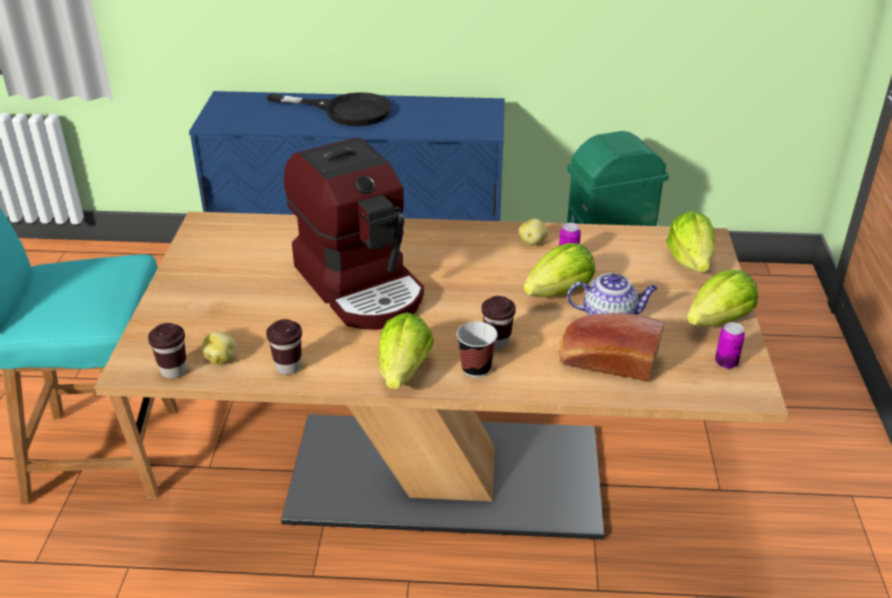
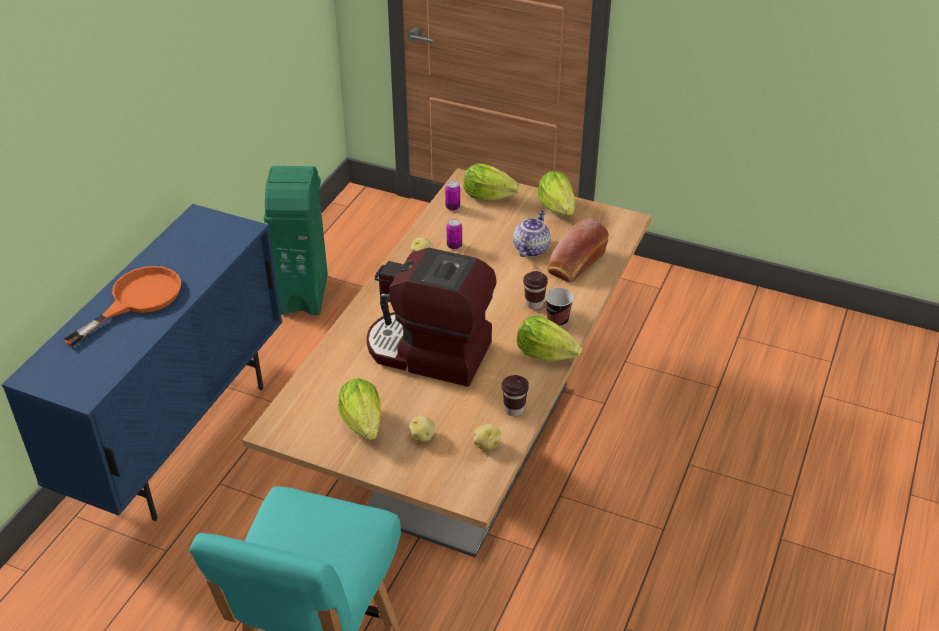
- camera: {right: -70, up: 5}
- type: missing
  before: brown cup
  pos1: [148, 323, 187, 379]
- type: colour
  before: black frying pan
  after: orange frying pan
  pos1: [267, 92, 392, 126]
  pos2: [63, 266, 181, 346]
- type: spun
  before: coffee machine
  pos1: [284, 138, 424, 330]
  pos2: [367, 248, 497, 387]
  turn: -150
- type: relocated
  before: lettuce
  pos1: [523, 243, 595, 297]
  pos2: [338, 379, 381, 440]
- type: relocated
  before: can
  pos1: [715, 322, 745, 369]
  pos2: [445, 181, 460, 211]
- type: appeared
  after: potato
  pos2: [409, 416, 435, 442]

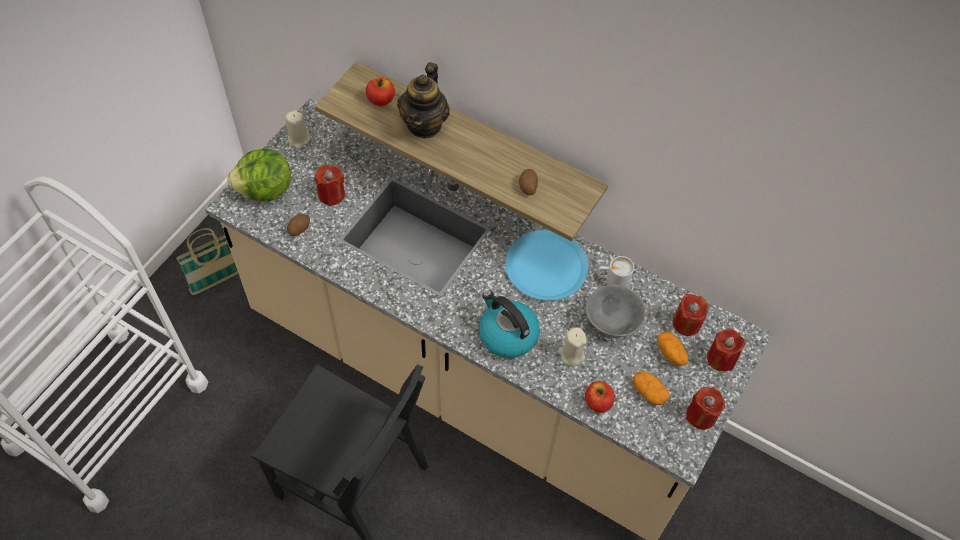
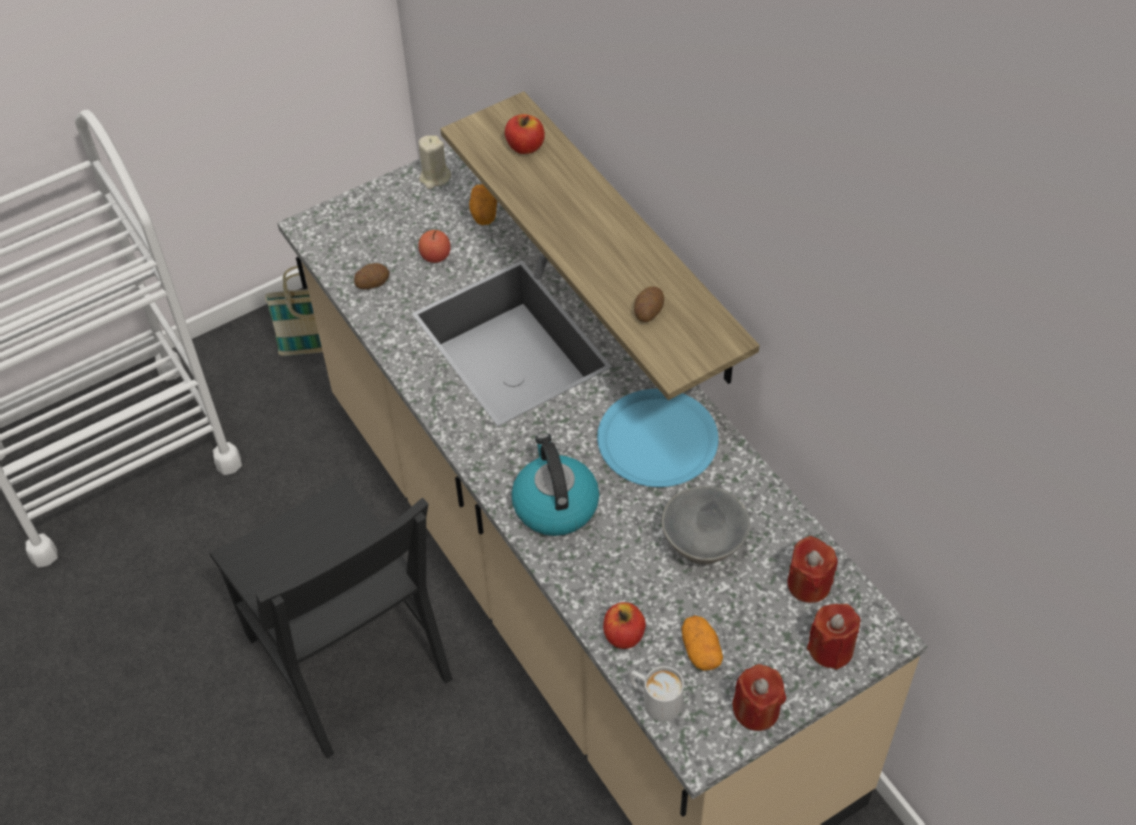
- camera: {right: 30, up: -5}
- type: missing
  before: lettuce
  pos1: [227, 149, 291, 202]
- type: exchanged
  before: red candle
  after: apple
  pos1: [315, 165, 345, 206]
  pos2: [418, 230, 451, 263]
- type: missing
  before: teapot
  pos1: [397, 62, 450, 138]
- type: missing
  before: beige candle
  pos1: [558, 327, 587, 366]
- type: relocated
  before: white mug
  pos1: [597, 256, 634, 287]
  pos2: [629, 666, 684, 722]
- type: relocated
  before: potato
  pos1: [657, 332, 688, 366]
  pos2: [469, 184, 497, 225]

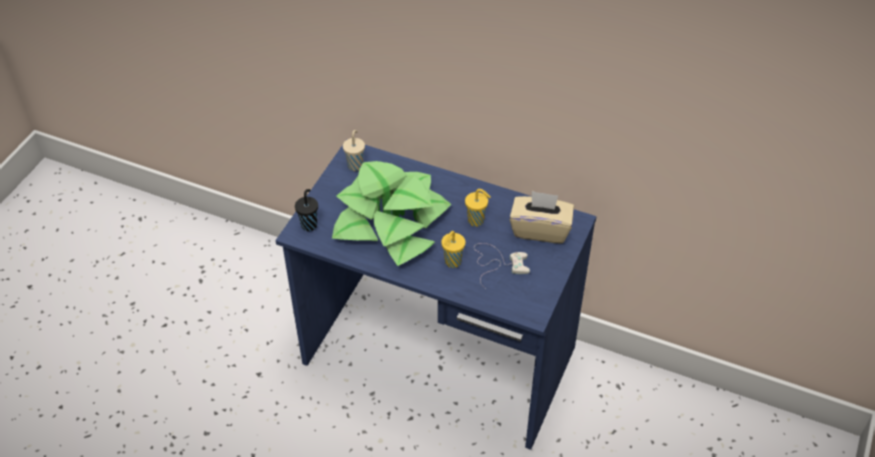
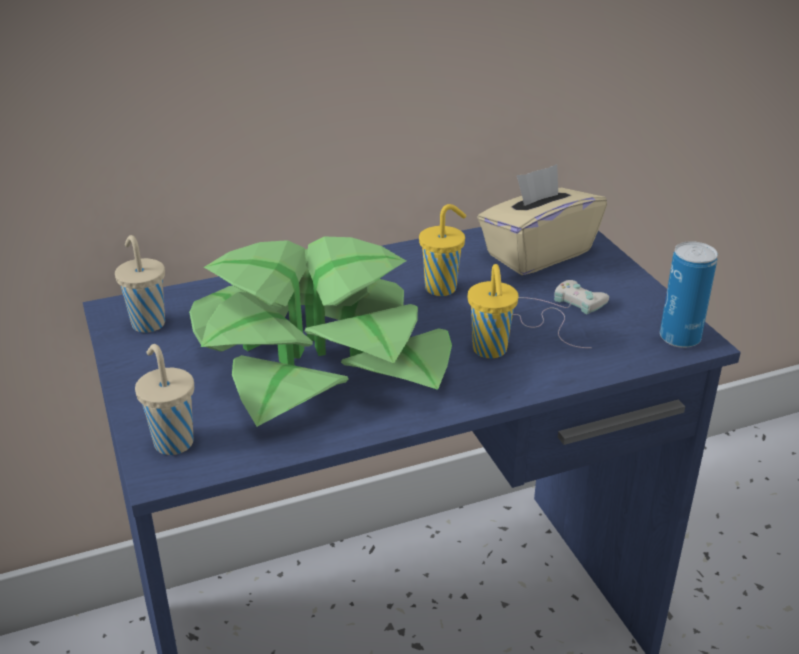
- camera: {right: -45, up: -15}
- type: colour
  before: black cup
  after: beige cup
  pos1: [295, 189, 318, 231]
  pos2: [135, 344, 194, 455]
- type: appeared
  after: can
  pos2: [660, 241, 718, 348]

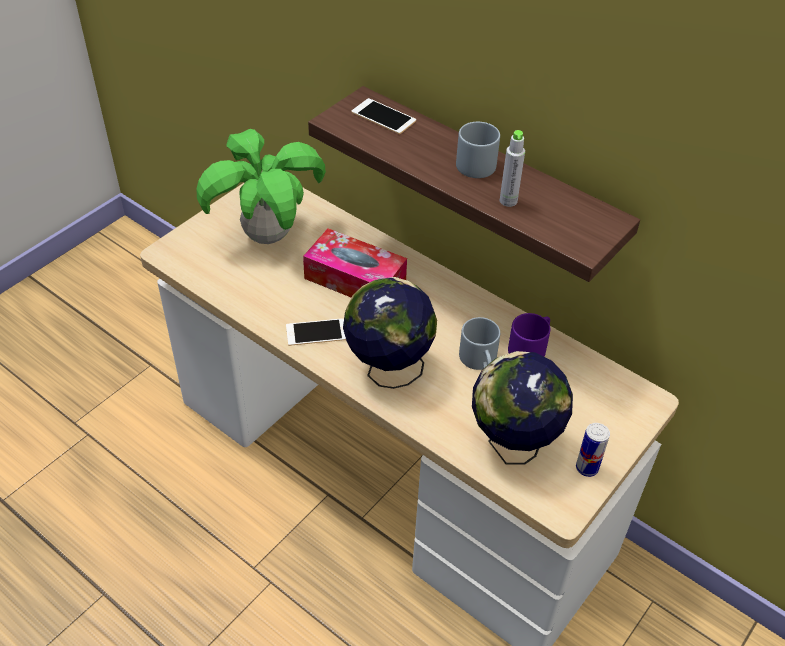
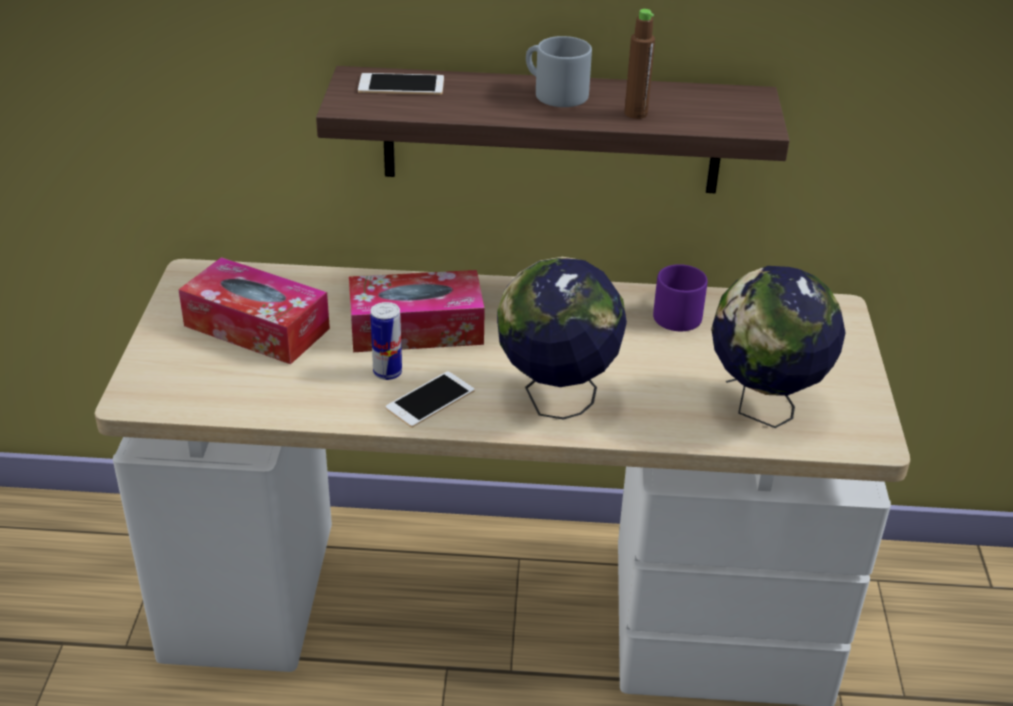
- camera: {right: -35, up: -10}
- type: exchanged
  before: potted plant
  after: tissue box
  pos1: [196, 129, 326, 244]
  pos2: [178, 257, 330, 365]
- type: missing
  before: grey mug
  pos1: [459, 317, 500, 370]
- type: colour
  before: grey bottle
  after: brown bottle
  pos1: [500, 130, 525, 207]
  pos2: [624, 9, 655, 119]
- type: relocated
  before: can
  pos1: [576, 423, 610, 477]
  pos2: [370, 302, 402, 380]

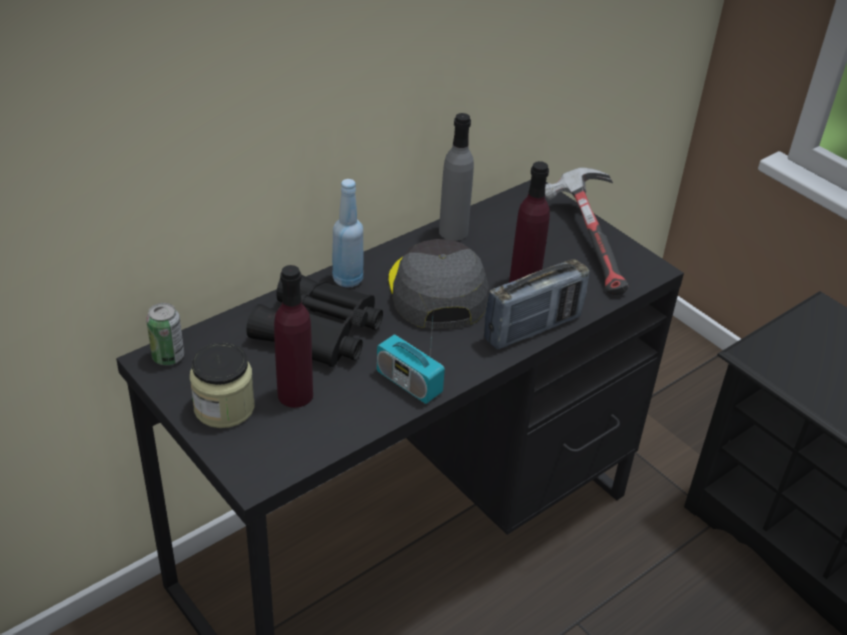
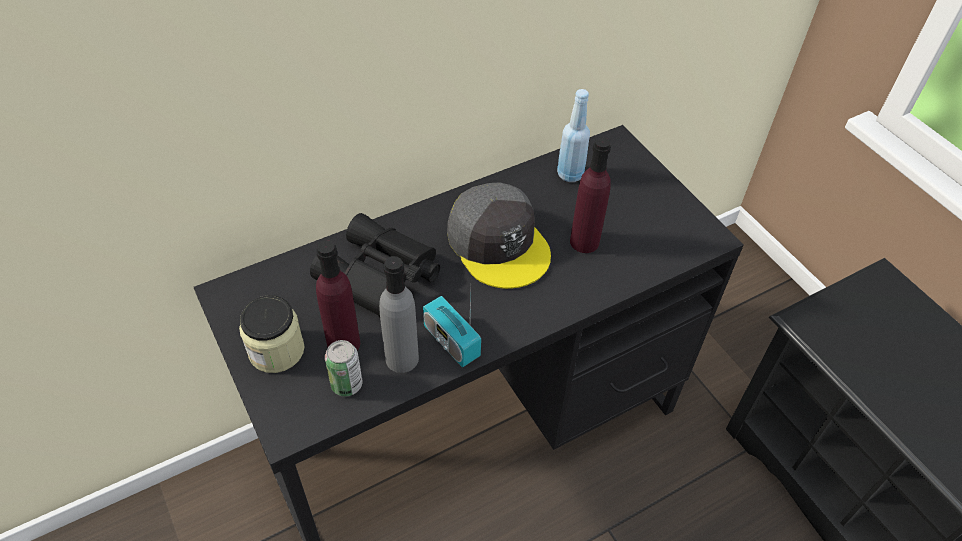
- camera: {right: 10, up: 10}
- type: relocated
  before: can
  pos1: [146, 303, 184, 365]
  pos2: [325, 340, 362, 397]
- type: relocated
  before: blue bottle
  pos1: [332, 179, 364, 288]
  pos2: [557, 89, 590, 182]
- type: spun
  before: grey cap
  pos1: [388, 239, 489, 329]
  pos2: [447, 182, 551, 289]
  turn: 150
- type: relocated
  before: grey bottle
  pos1: [439, 113, 474, 241]
  pos2: [379, 256, 419, 373]
- type: missing
  before: radio
  pos1: [484, 259, 590, 350]
- type: missing
  before: hammer
  pos1: [545, 168, 628, 295]

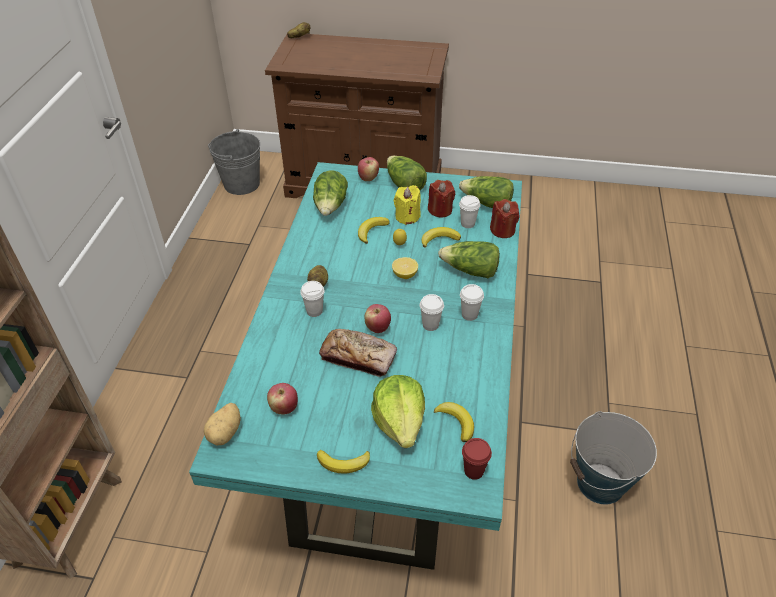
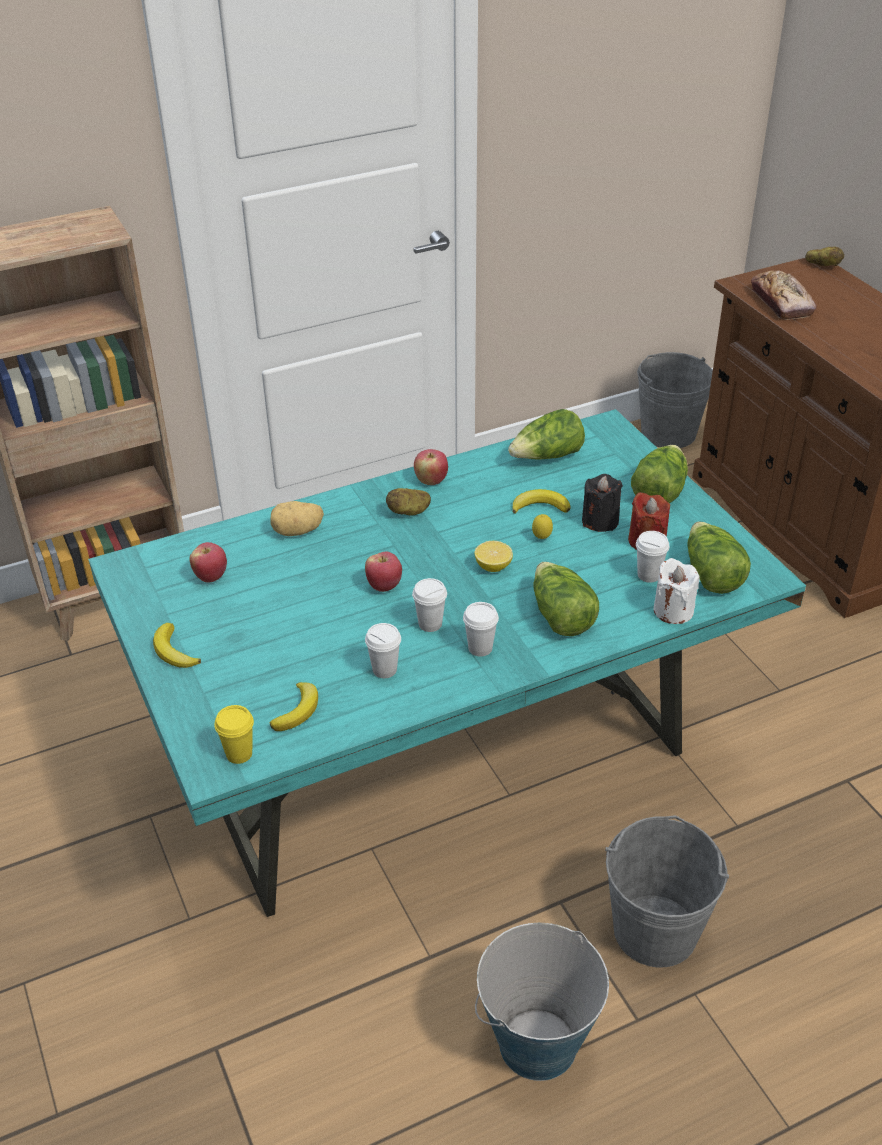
- camera: {right: 55, up: -5}
- type: relocated
  before: potato
  pos1: [204, 403, 241, 445]
  pos2: [271, 501, 324, 536]
- type: relocated
  before: white cup
  pos1: [300, 281, 325, 317]
  pos2: [365, 623, 401, 678]
- type: relocated
  before: bread
  pos1: [319, 329, 397, 377]
  pos2: [751, 270, 817, 320]
- type: relocated
  before: apple
  pos1: [358, 157, 379, 181]
  pos2: [414, 449, 448, 485]
- type: missing
  before: lettuce
  pos1: [371, 375, 425, 448]
- type: colour
  before: yellow candle
  after: black candle
  pos1: [394, 185, 421, 225]
  pos2: [582, 474, 623, 532]
- type: missing
  before: banana
  pos1: [422, 227, 461, 248]
- type: colour
  before: red cup
  after: yellow cup
  pos1: [462, 438, 492, 480]
  pos2: [214, 705, 254, 764]
- type: colour
  before: red candle
  after: white candle
  pos1: [490, 199, 519, 238]
  pos2: [654, 558, 700, 624]
- type: appeared
  after: grey bucket
  pos2: [605, 816, 729, 967]

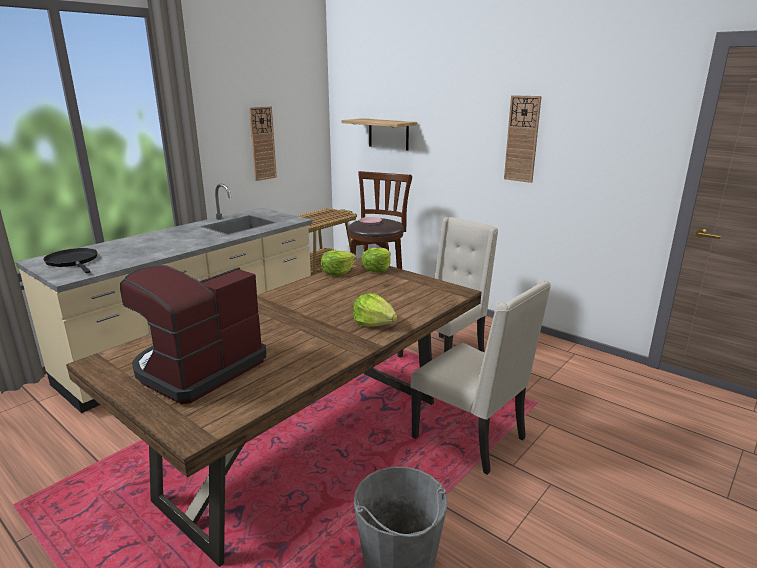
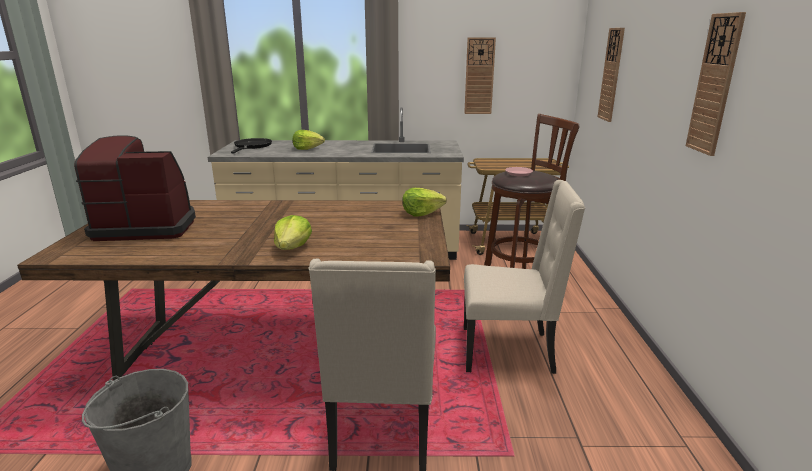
- camera: {right: 50, up: 0}
- type: relocated
  before: lettuce
  pos1: [321, 250, 357, 276]
  pos2: [293, 130, 325, 150]
- type: exchanged
  before: shelf
  after: wall clock
  pos1: [341, 118, 417, 151]
  pos2: [598, 28, 625, 122]

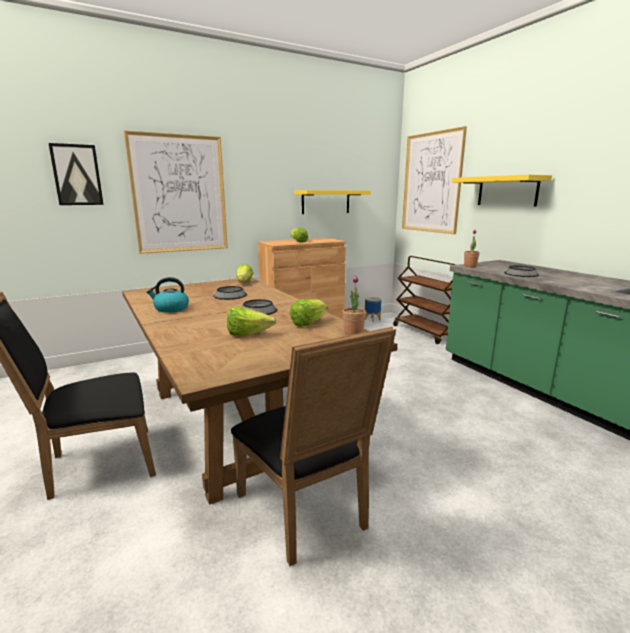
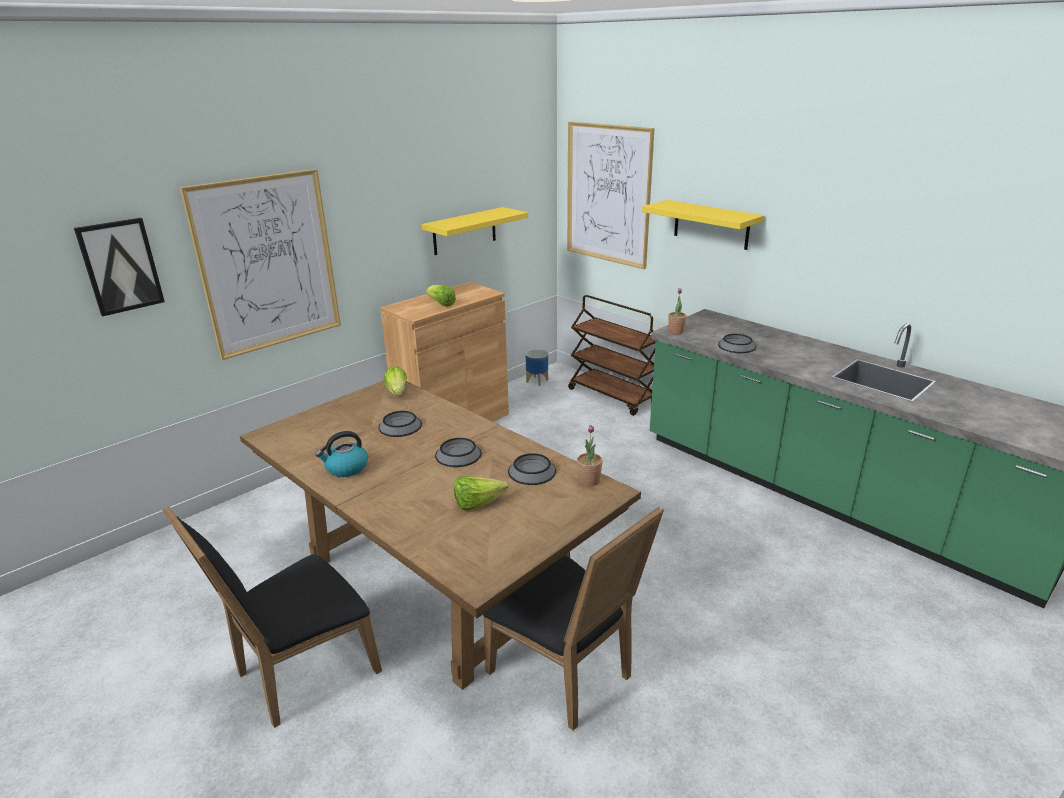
- camera: {right: -15, up: 10}
- type: exchanged
  before: lettuce
  after: bowl
  pos1: [290, 299, 327, 327]
  pos2: [508, 453, 556, 485]

